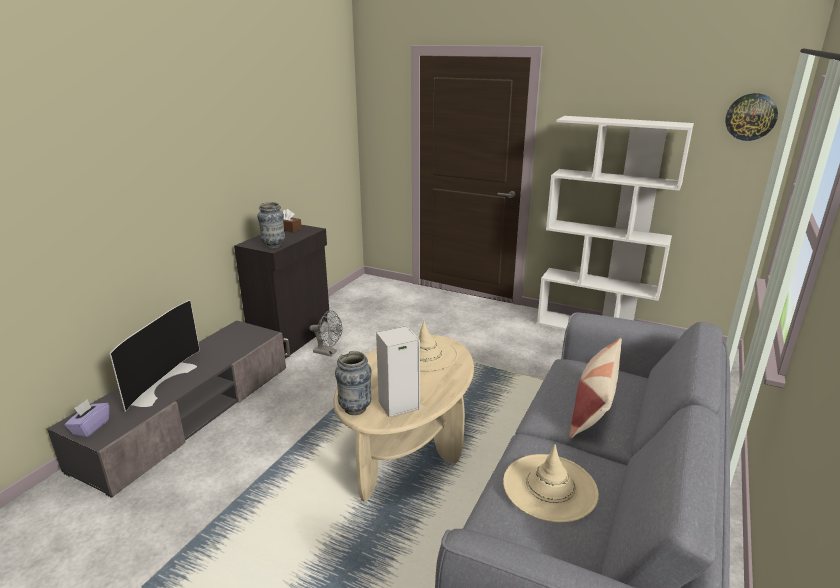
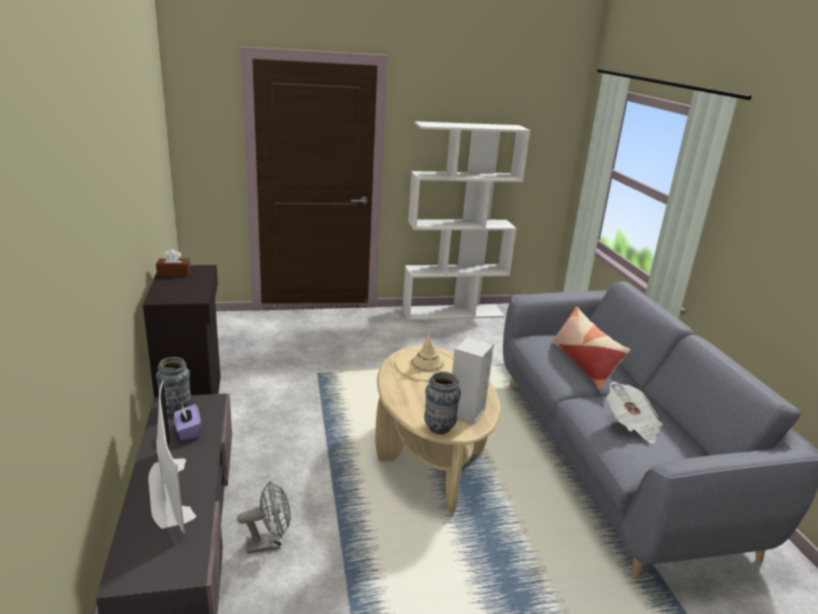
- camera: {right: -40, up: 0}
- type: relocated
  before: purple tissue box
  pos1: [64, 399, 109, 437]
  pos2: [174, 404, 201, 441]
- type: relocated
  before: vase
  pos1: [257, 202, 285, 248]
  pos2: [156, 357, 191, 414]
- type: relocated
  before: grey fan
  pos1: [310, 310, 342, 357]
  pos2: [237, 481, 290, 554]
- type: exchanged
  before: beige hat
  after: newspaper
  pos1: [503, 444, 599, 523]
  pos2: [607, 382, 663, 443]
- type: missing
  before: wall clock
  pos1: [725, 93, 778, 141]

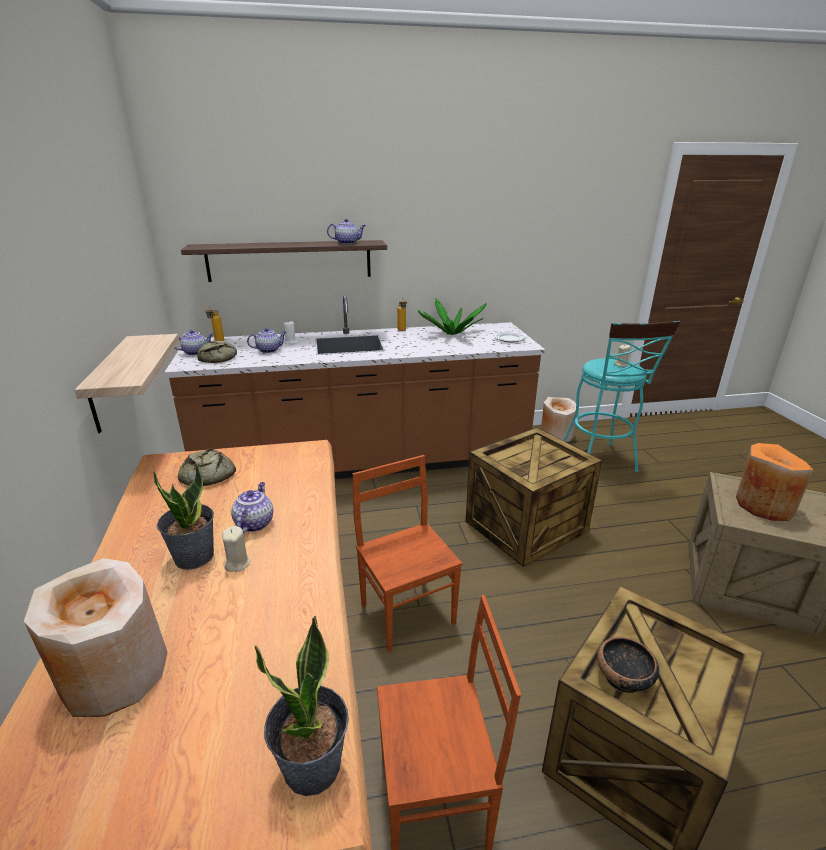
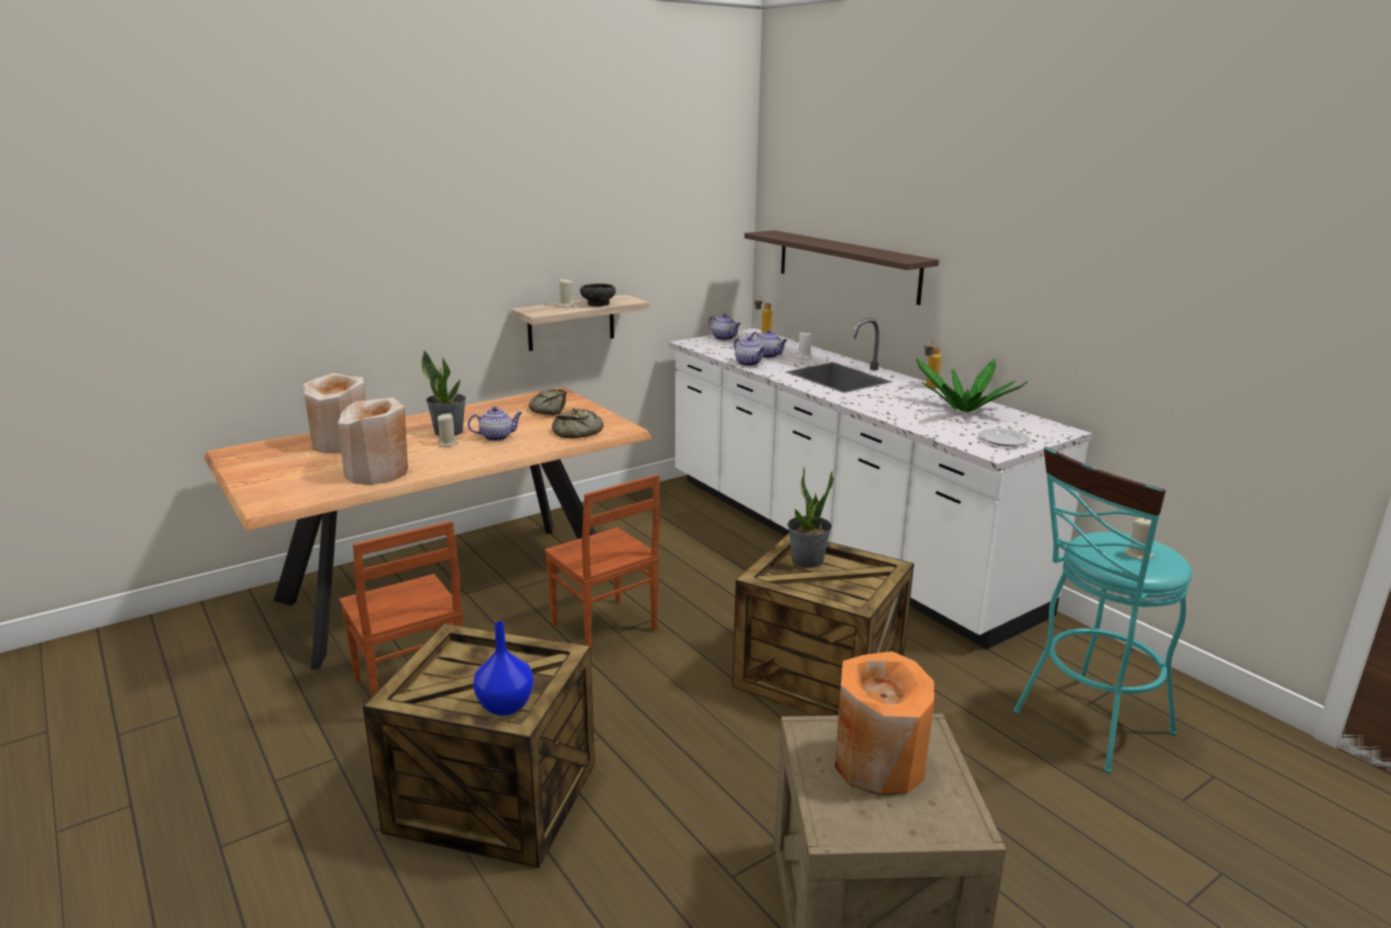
- camera: {right: 65, up: -5}
- type: colour
  before: brown counter
  after: white counter
  pos1: [164, 295, 545, 479]
  pos2: [669, 318, 1092, 649]
- type: relocated
  before: bread
  pos1: [197, 340, 237, 363]
  pos2: [552, 408, 604, 438]
- type: relocated
  before: potted plant
  pos1: [255, 616, 349, 796]
  pos2: [788, 467, 834, 568]
- type: relocated
  before: teapot
  pos1: [327, 219, 366, 244]
  pos2: [734, 336, 765, 366]
- type: spun
  before: brown chair
  pos1: [352, 455, 463, 652]
  pos2: [545, 474, 660, 655]
  turn: 105
- type: relocated
  before: beige vase
  pos1: [541, 397, 576, 442]
  pos2: [338, 397, 408, 485]
- type: relocated
  before: bowl
  pos1: [597, 637, 659, 693]
  pos2: [580, 283, 616, 306]
- type: appeared
  after: blue vase
  pos2: [473, 622, 534, 716]
- type: appeared
  after: beige candle
  pos2: [558, 278, 575, 308]

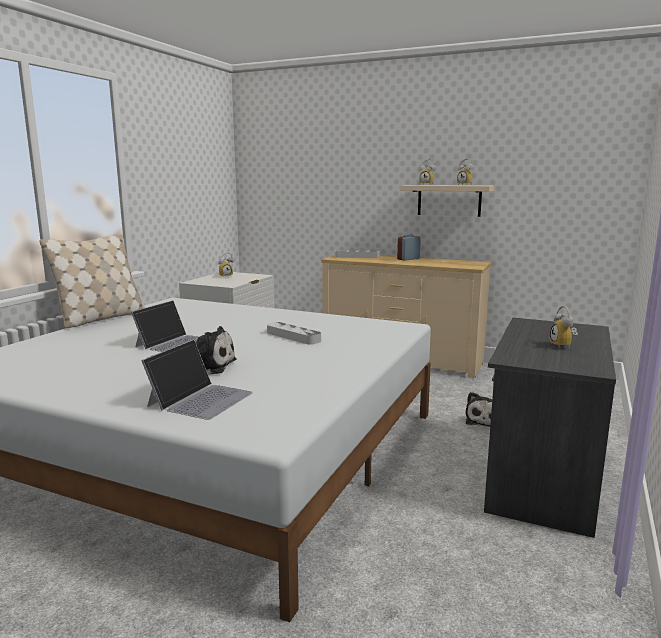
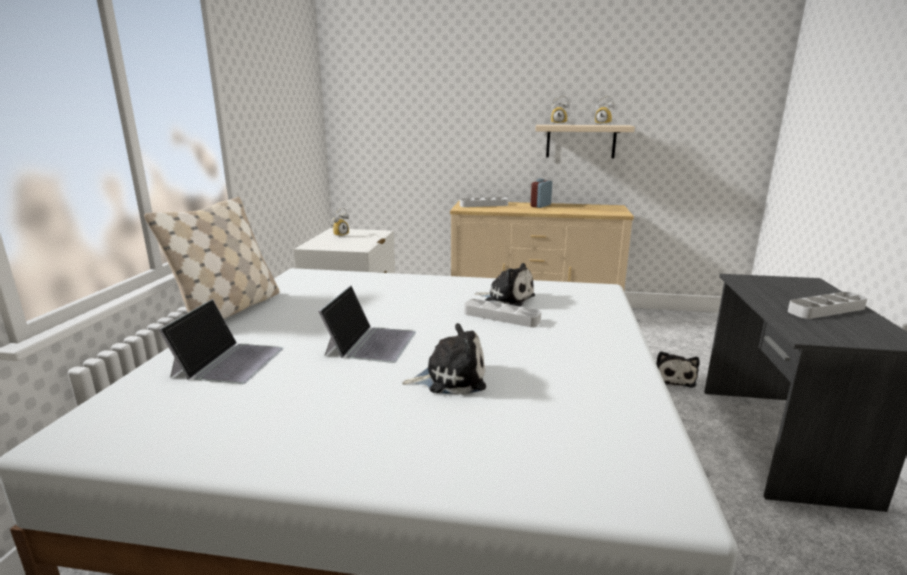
- camera: {right: -15, up: 5}
- type: relocated
  before: laptop
  pos1: [141, 339, 253, 420]
  pos2: [159, 299, 284, 384]
- type: exchanged
  before: alarm clock
  after: grey tray
  pos1: [550, 306, 578, 349]
  pos2: [788, 292, 868, 319]
- type: appeared
  after: plush toy
  pos2: [475, 263, 535, 307]

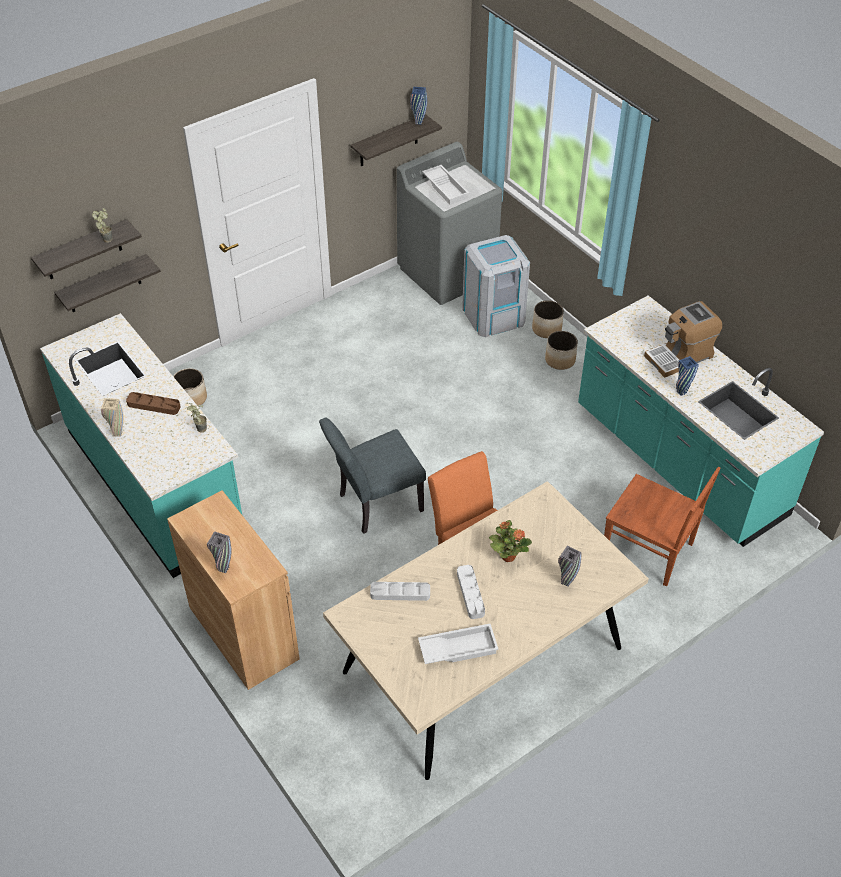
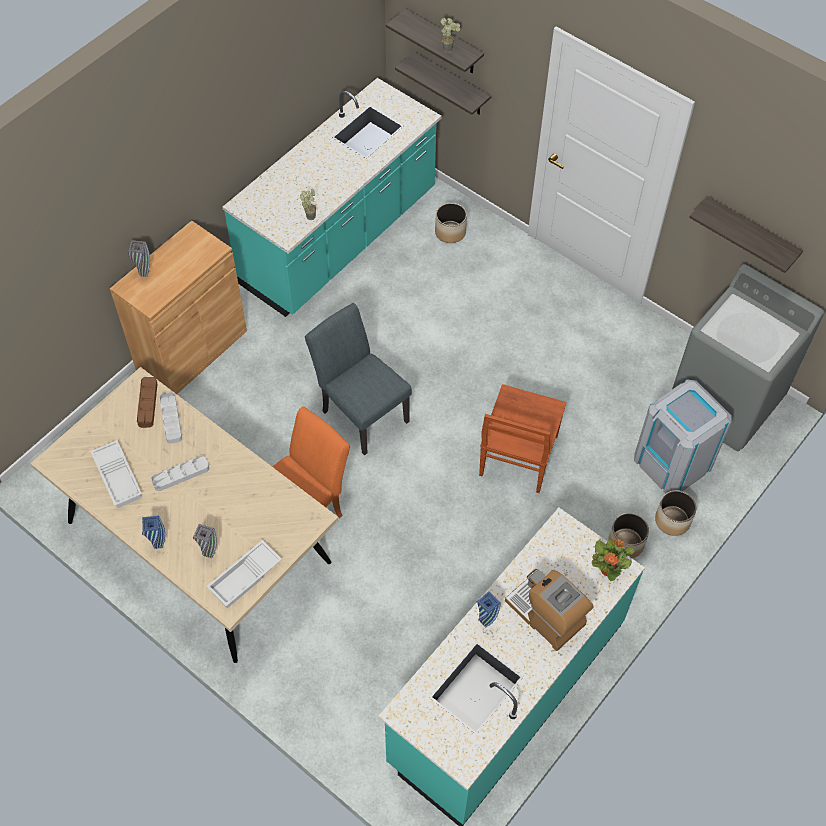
- camera: {right: 75, up: 10}
- type: missing
  before: beige vase
  pos1: [101, 398, 124, 437]
- type: relocated
  before: brown tray
  pos1: [126, 392, 181, 415]
  pos2: [137, 377, 157, 428]
- type: relocated
  before: blue vase
  pos1: [410, 87, 427, 124]
  pos2: [142, 516, 165, 549]
- type: relocated
  before: white tray
  pos1: [422, 165, 469, 205]
  pos2: [207, 540, 282, 608]
- type: relocated
  before: potted plant
  pos1: [489, 520, 532, 562]
  pos2: [592, 539, 635, 581]
- type: relocated
  before: brown chair
  pos1: [604, 467, 721, 587]
  pos2: [479, 384, 567, 493]

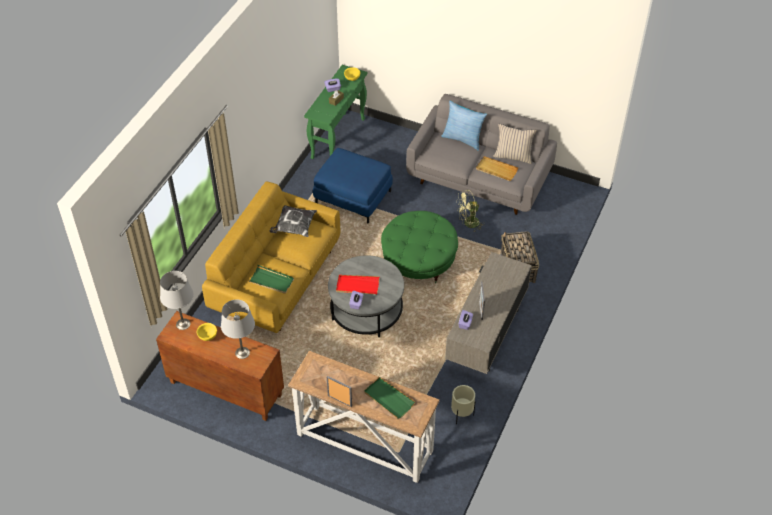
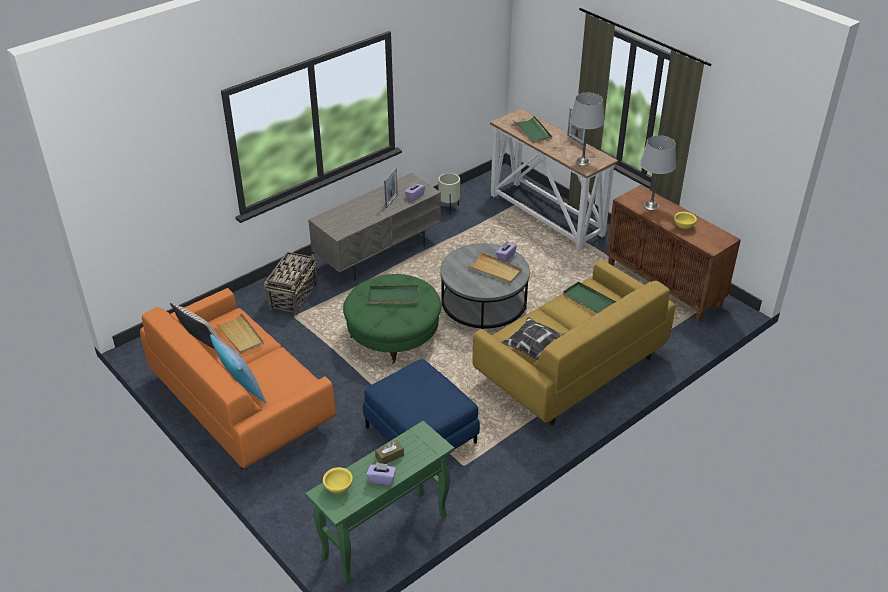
- camera: {right: -155, up: -10}
- type: relocated
  before: grey table lamp
  pos1: [160, 271, 194, 330]
  pos2: [570, 93, 604, 166]
- type: colour
  before: red tray
  after: beige tray
  pos1: [336, 275, 379, 295]
  pos2: [468, 252, 522, 284]
- type: colour
  before: grey sofa
  after: orange sofa
  pos1: [406, 94, 557, 215]
  pos2: [140, 288, 336, 469]
- type: missing
  before: green fan
  pos1: [456, 190, 485, 233]
- type: appeared
  after: green tray
  pos2: [368, 285, 419, 304]

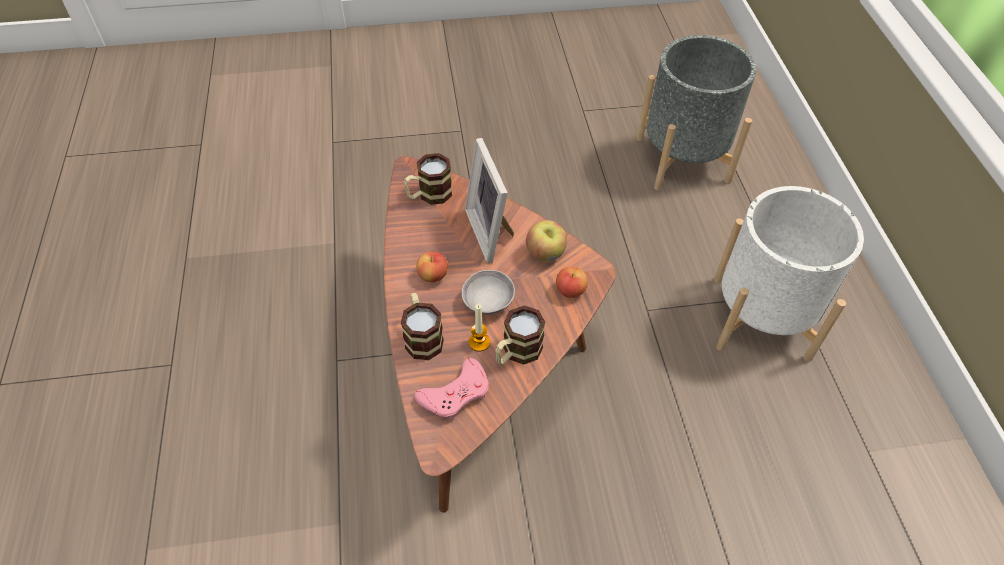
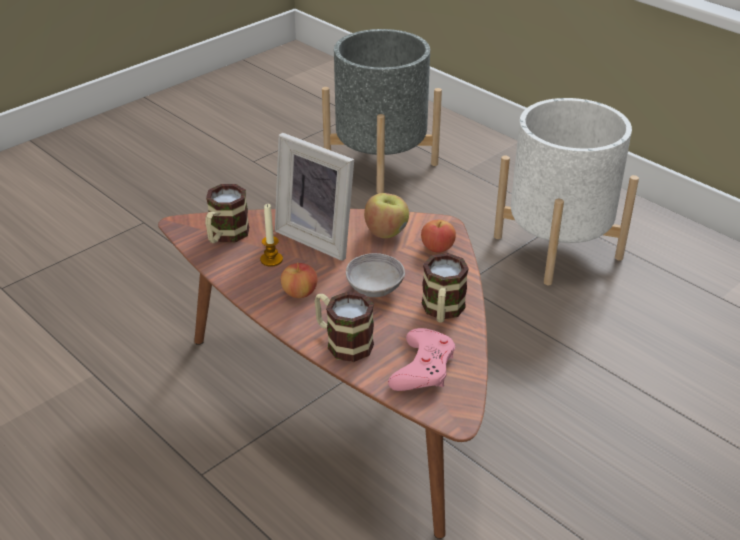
- camera: {right: -35, up: -15}
- type: relocated
  before: candle
  pos1: [469, 304, 490, 352]
  pos2: [260, 204, 283, 267]

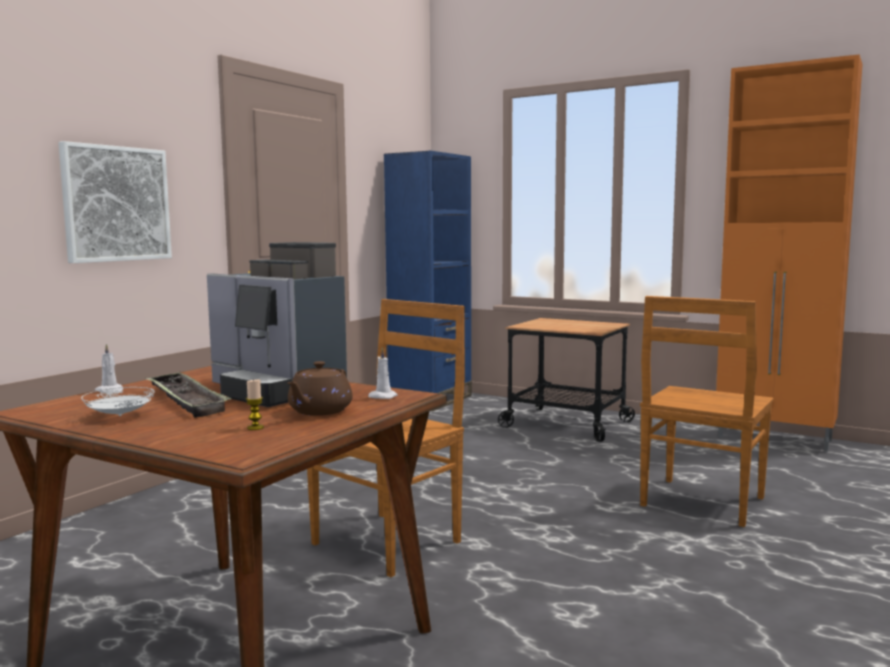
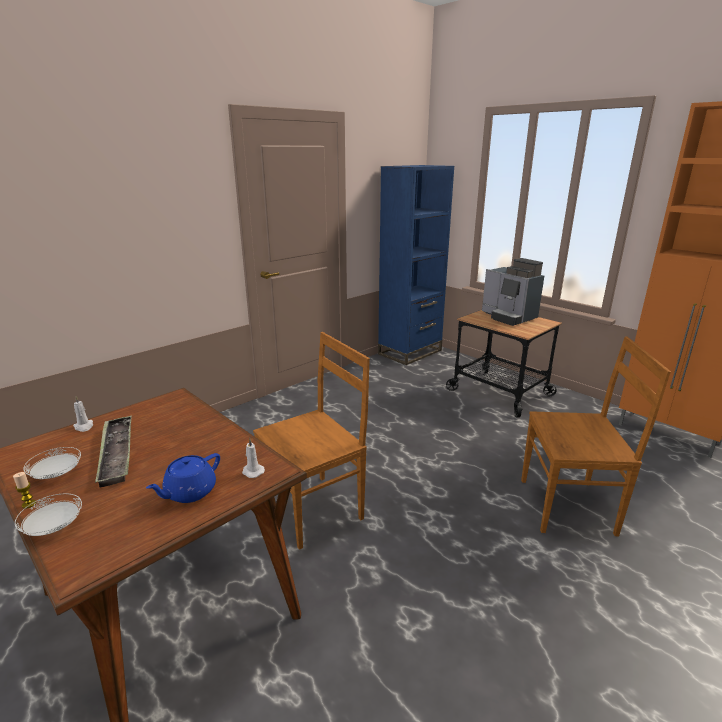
- camera: {right: 15, up: 15}
- type: missing
  before: picture
  pos1: [58, 141, 172, 263]
- type: relocated
  before: coffee machine
  pos1: [207, 242, 347, 407]
  pos2: [482, 258, 544, 326]
- type: relocated
  before: candle
  pos1: [246, 379, 264, 430]
  pos2: [13, 472, 36, 508]
- type: colour
  before: brown teapot
  after: blue teapot
  pos1: [288, 361, 353, 416]
  pos2: [146, 453, 220, 503]
- type: spun
  before: brown chair
  pos1: [640, 296, 773, 527]
  pos2: [521, 336, 671, 536]
  turn: -135
- type: appeared
  after: white plate
  pos2: [15, 493, 82, 536]

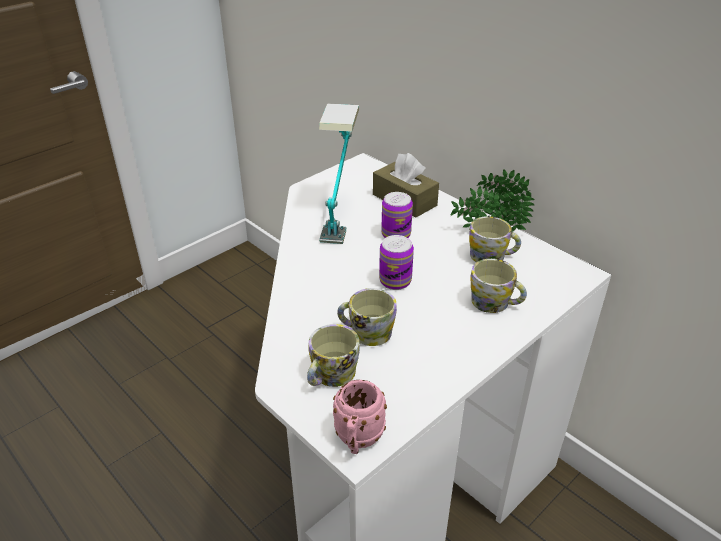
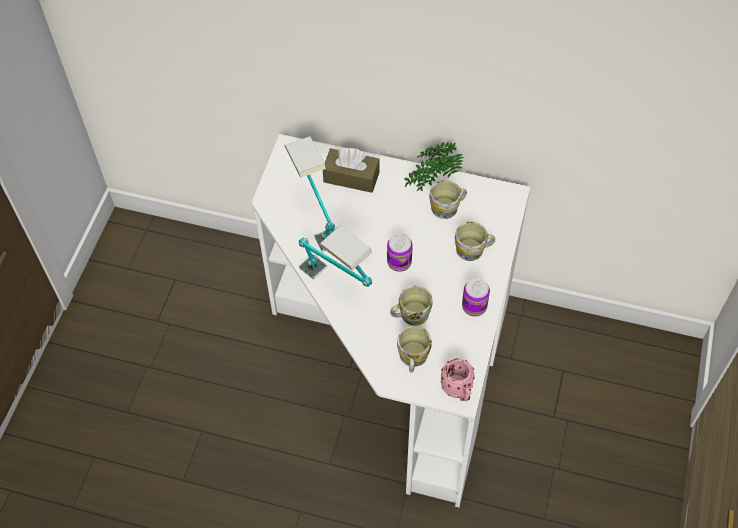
- camera: {right: -30, up: 20}
- type: relocated
  before: can
  pos1: [381, 192, 413, 238]
  pos2: [462, 278, 490, 316]
- type: appeared
  after: table lamp
  pos2: [299, 226, 372, 287]

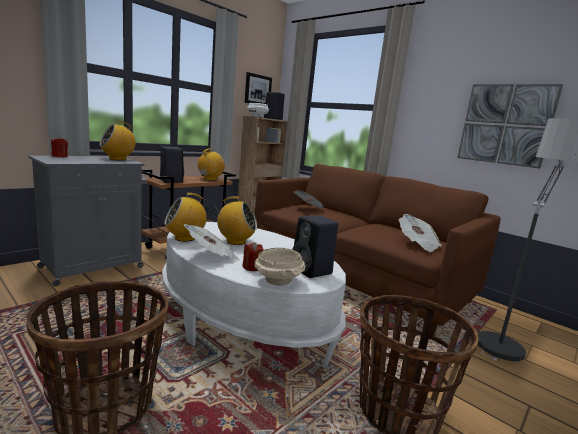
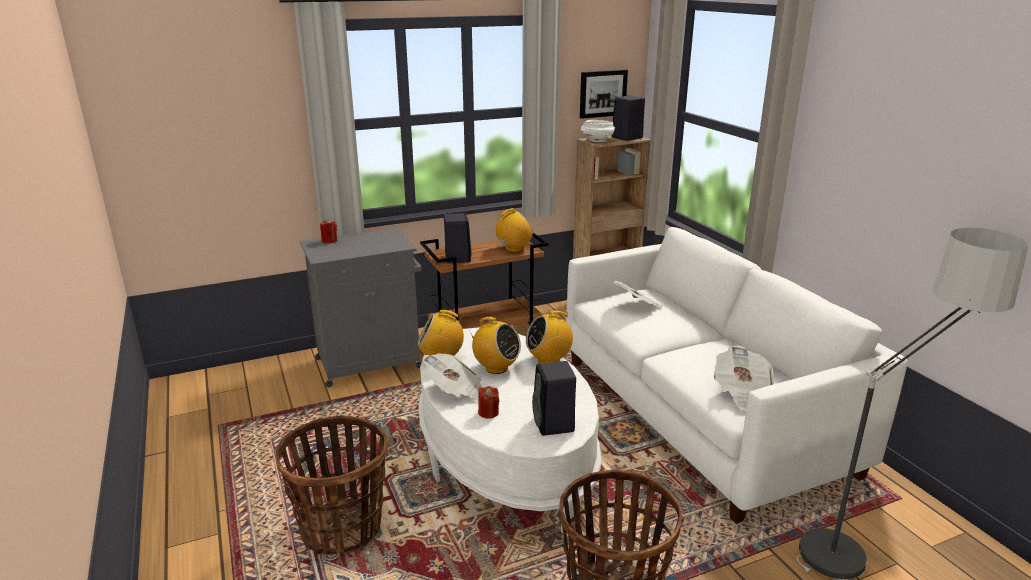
- camera: {right: 25, up: 10}
- type: relocated
  before: radio
  pos1: [100, 121, 136, 160]
  pos2: [526, 310, 573, 363]
- type: colour
  before: brown sofa
  after: white sofa
  pos1: [255, 164, 501, 336]
  pos2: [566, 227, 908, 524]
- type: missing
  before: beige bowl
  pos1: [255, 248, 305, 286]
- type: missing
  before: picture
  pos1: [457, 84, 563, 168]

